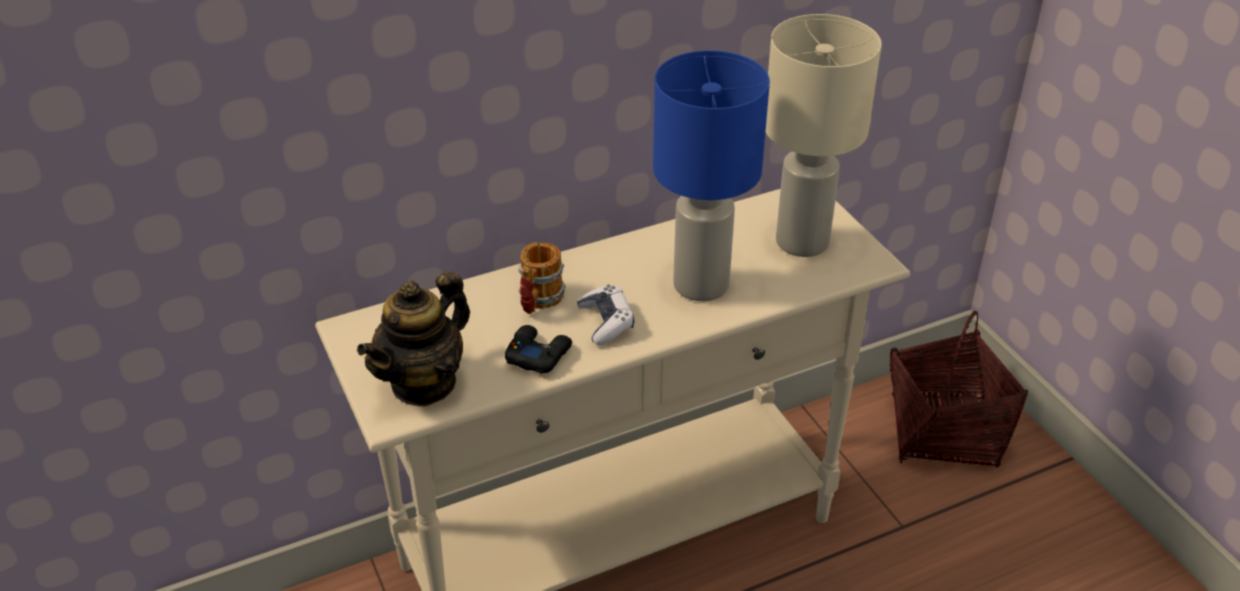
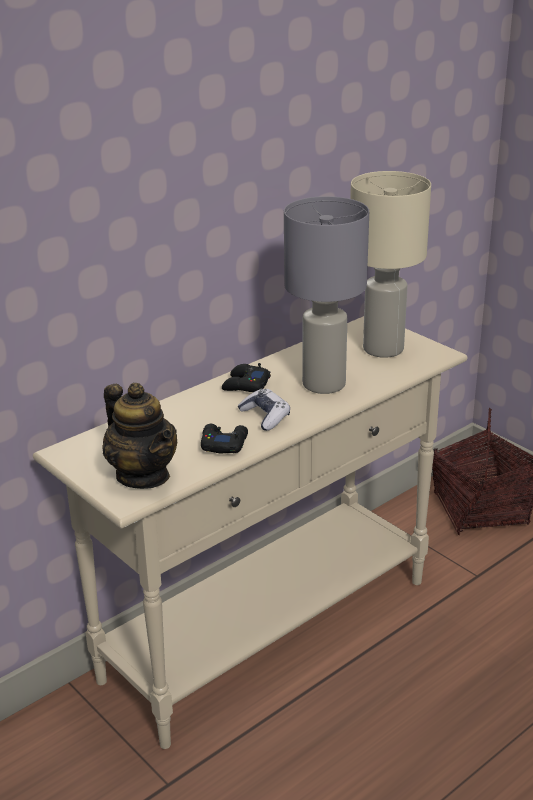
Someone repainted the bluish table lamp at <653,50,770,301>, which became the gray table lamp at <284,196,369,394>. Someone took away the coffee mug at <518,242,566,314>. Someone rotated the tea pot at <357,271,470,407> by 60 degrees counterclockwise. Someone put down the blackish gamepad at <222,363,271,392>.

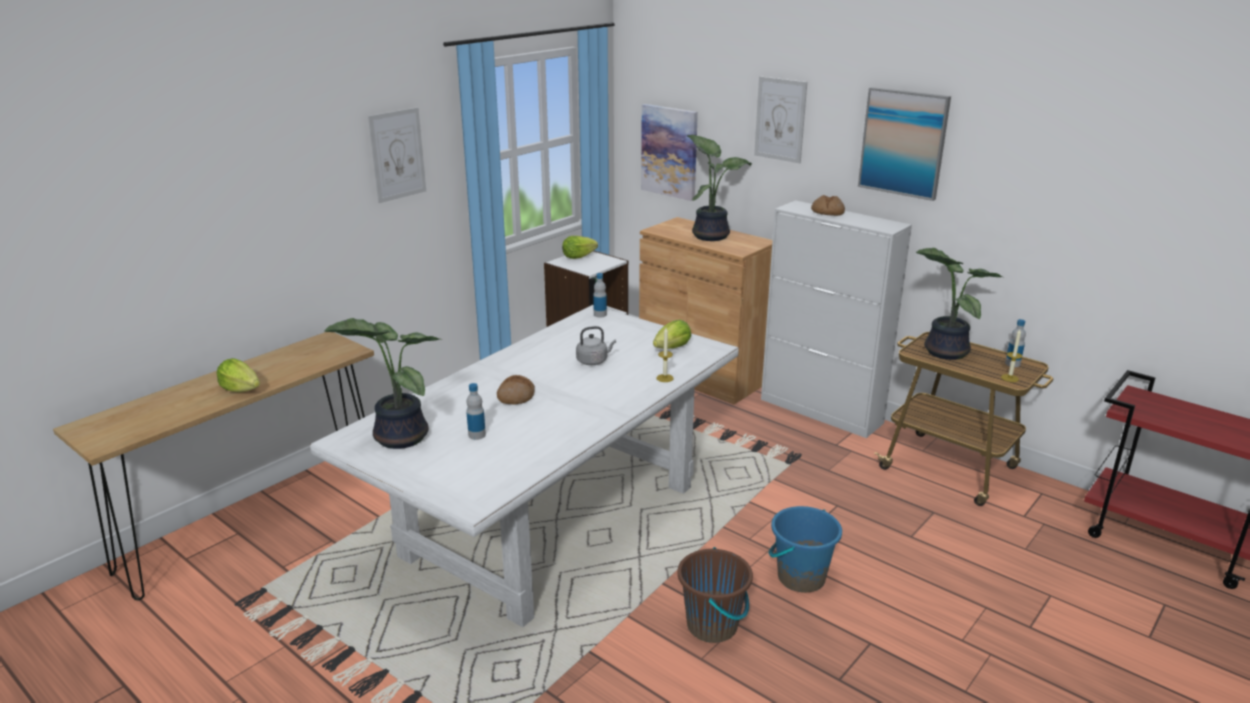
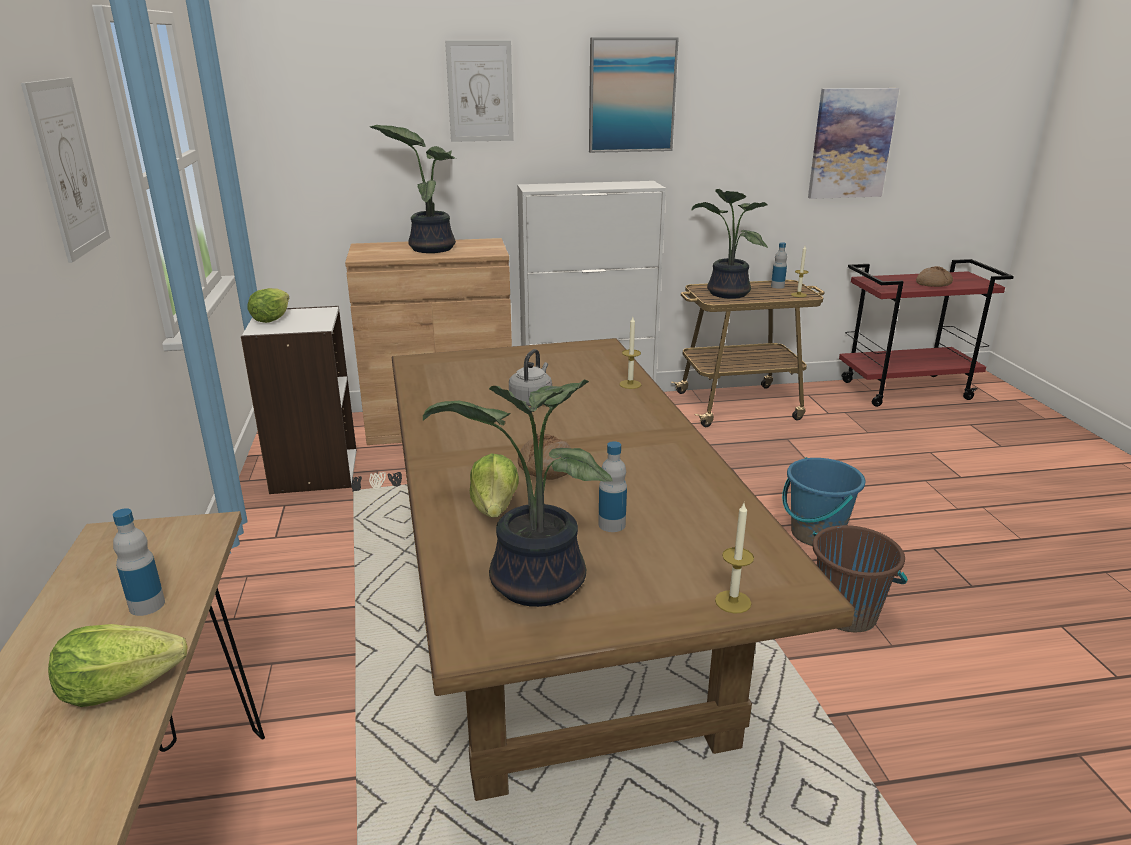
Someone carried the picture from <641,104,698,201> to <808,88,899,199>. Someone carried the bread from <811,195,845,216> to <916,266,953,287>. Someone carried the beverage bottle from <593,273,607,317> to <113,508,165,616>. Someone repainted the whitish dining table at <310,305,739,627>, which became the brown dining table at <392,338,855,801>. Someone carried the head of lettuce from <653,320,691,349> to <470,453,519,517>. Someone put down the wax candle at <715,503,754,613>.

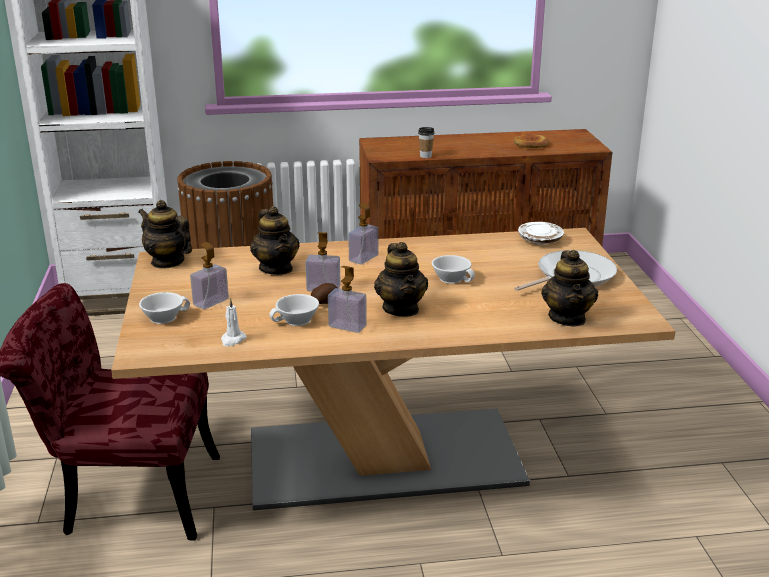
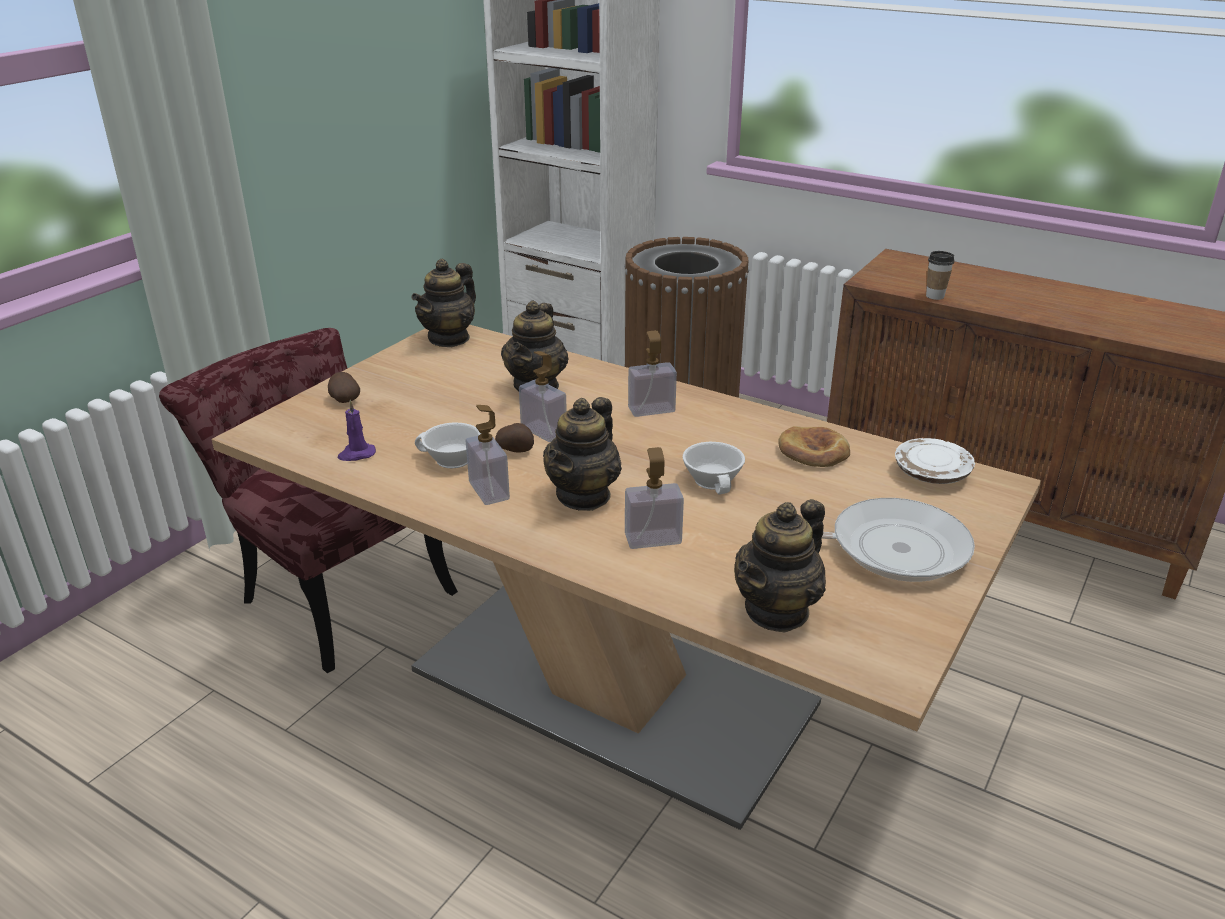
Someone carried the bread from <514,134,549,148> to <778,426,850,467>. Someone rotated the tea pot at <138,200,192,269> by 135 degrees counterclockwise. Someone carried the liquid soap bottle from <190,242,229,309> to <625,447,684,549>. Someone swapped the whitish small cup at <139,292,190,324> for the potato at <328,372,360,403>. Someone repainted the whitish wax candle at <221,298,247,346>, which became the purple-coloured wax candle at <338,400,376,461>.

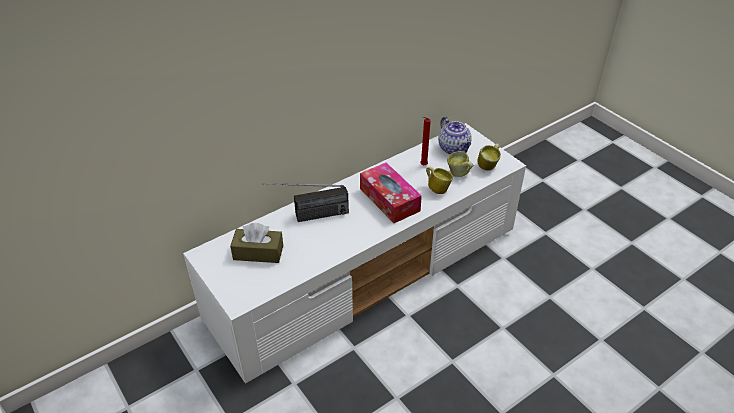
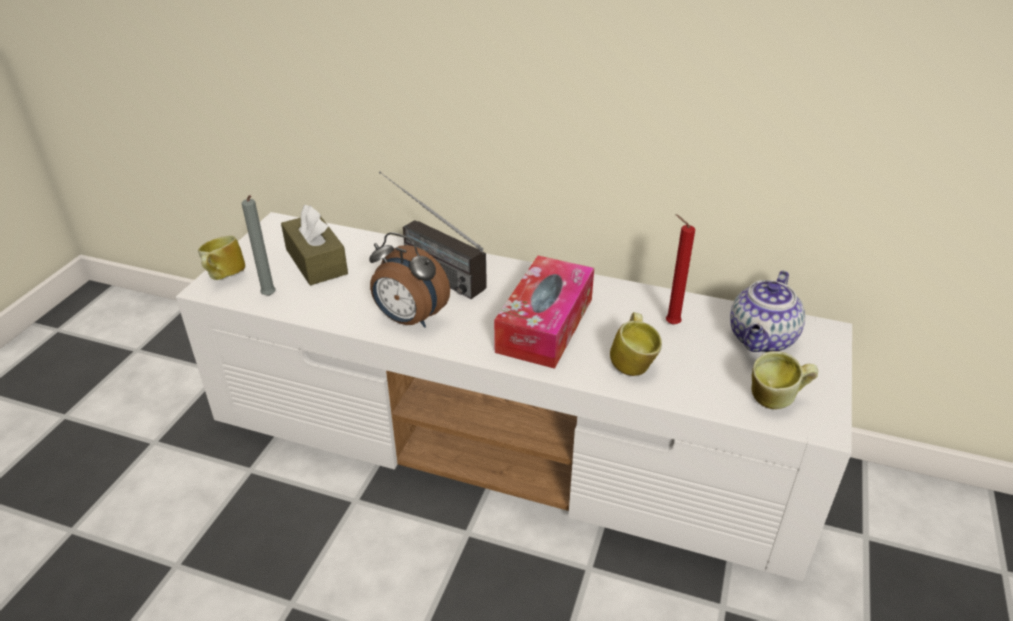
Someone carried the coffee mug from <447,151,473,177> to <198,235,245,280>. Someone put down the gray wax candle at <242,195,276,296>. Someone put down the bedside clock at <369,232,450,328>.

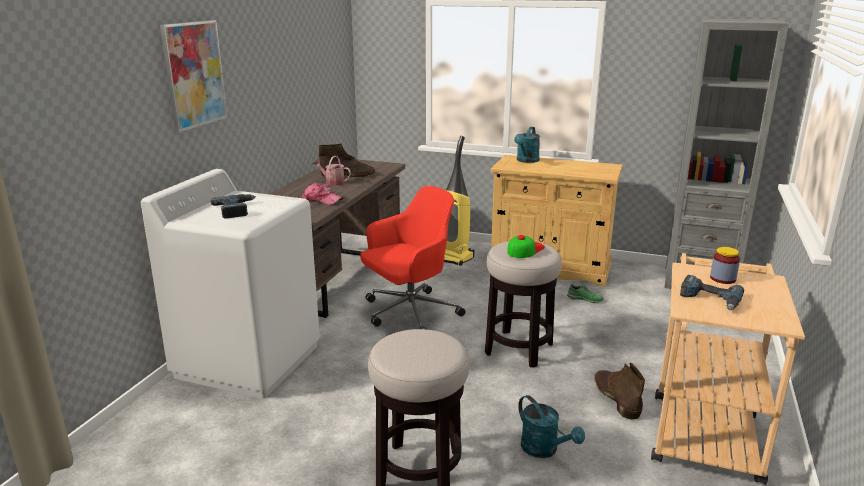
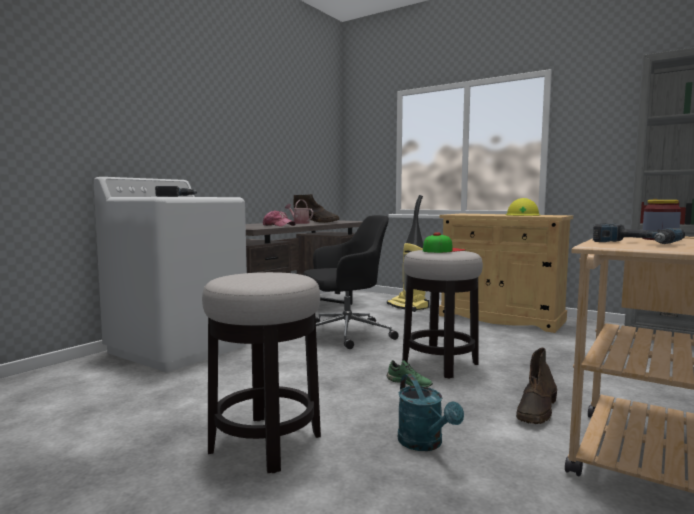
Someone took away the picture at <160,20,227,132>. Someone took away the blue-green watering can at <514,127,540,163>. Someone repainted the red-coloured desk chair at <360,186,465,330>, which became the blackish desk chair at <303,215,399,349>. Someone carried the greenish shoe from <567,284,604,303> to <387,360,433,387>. Someone rotated the brown boot at <594,363,645,420> by 150 degrees counterclockwise. Someone put down the yellow hard hat at <506,198,540,216>.

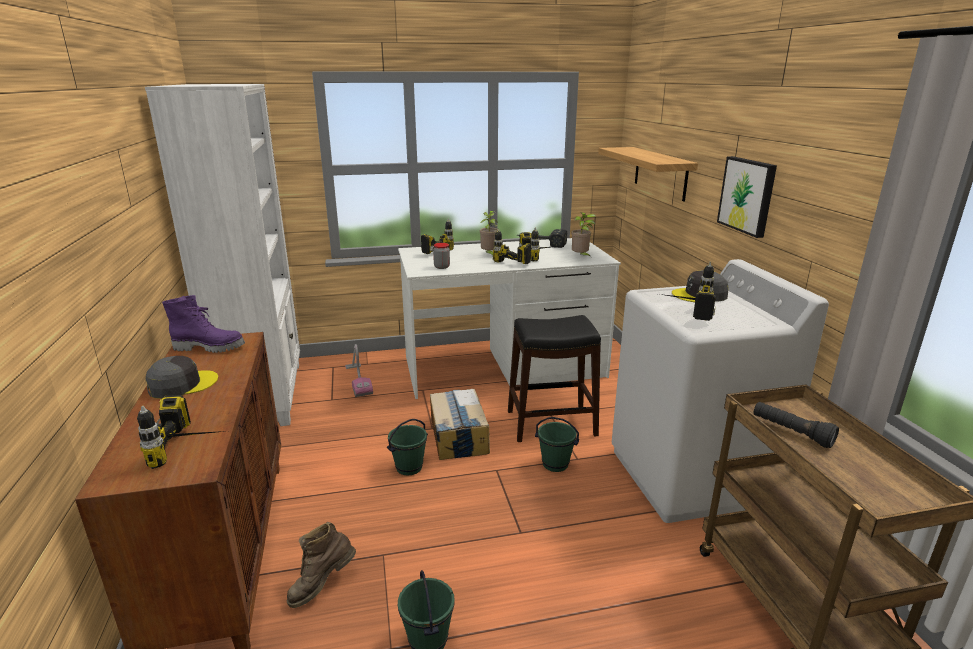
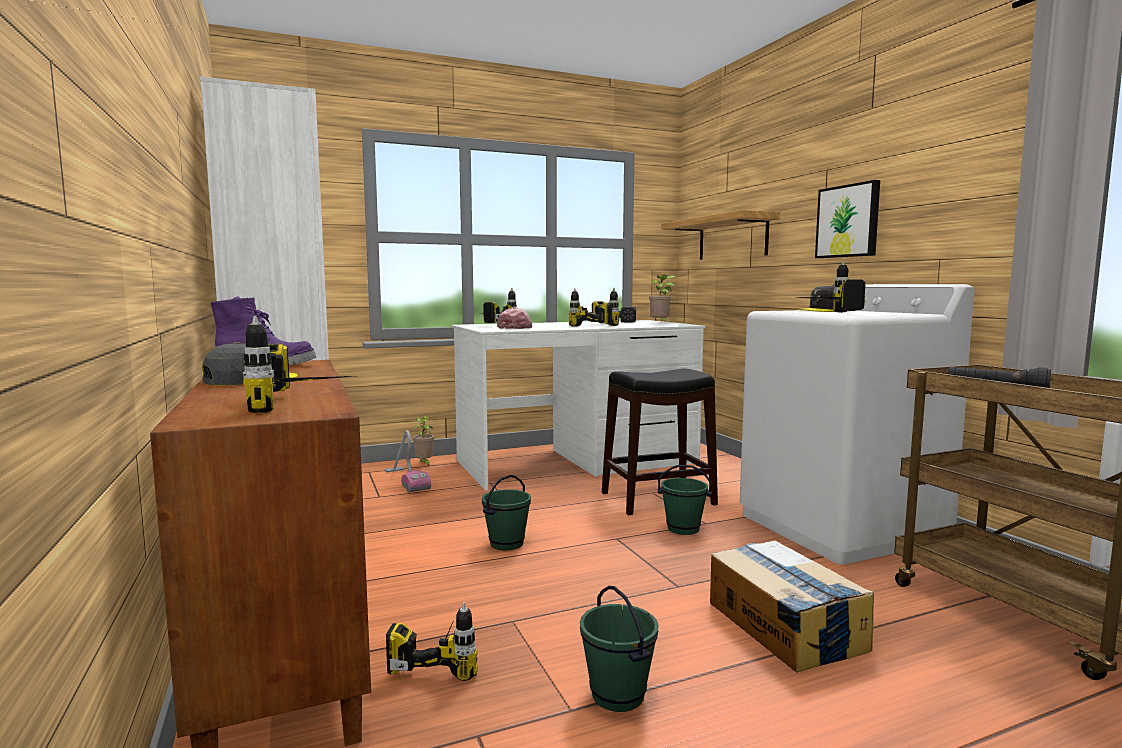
Someone carried the plant in a pot from <480,211,498,255> to <413,416,434,466>. Someone swapped the preserve jar at <433,243,450,269> for the pink-coloured cap at <497,307,532,329>. Someone carried the cardboard box from <430,389,490,460> to <710,540,874,672>. Someone swapped the brown boot at <286,522,356,608> for the electric drill at <386,603,478,681>.

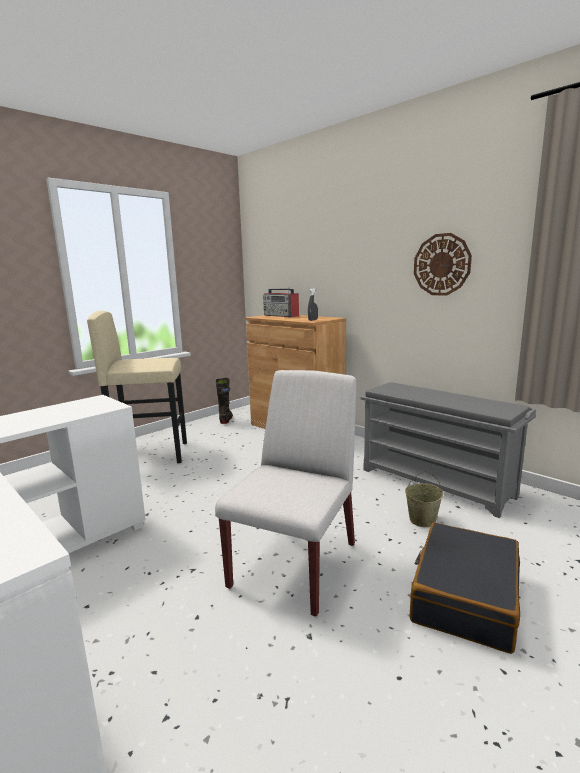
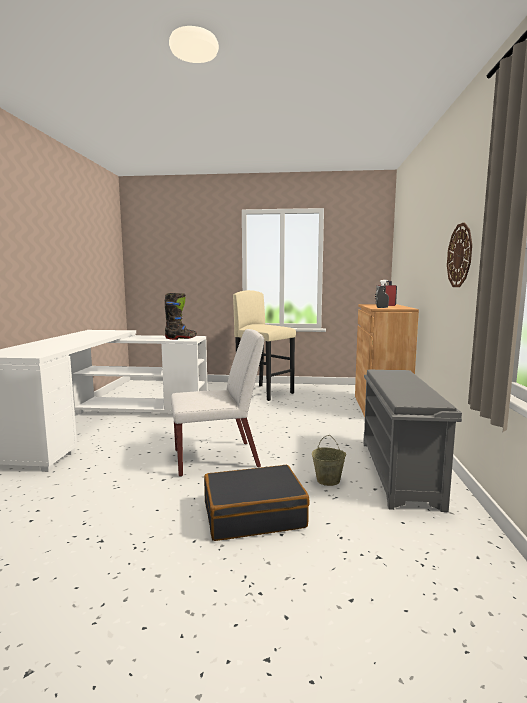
Someone carried the blackish boot from <216,378,233,424> to <165,293,197,340>.

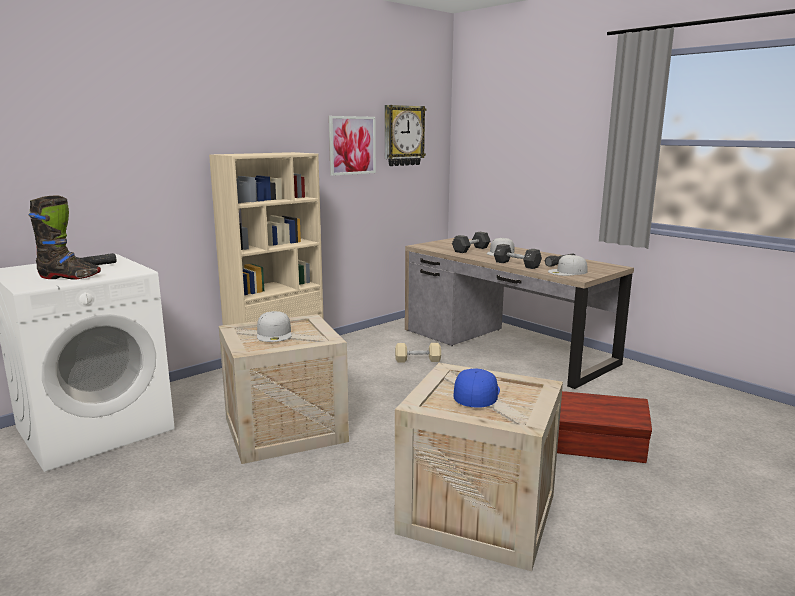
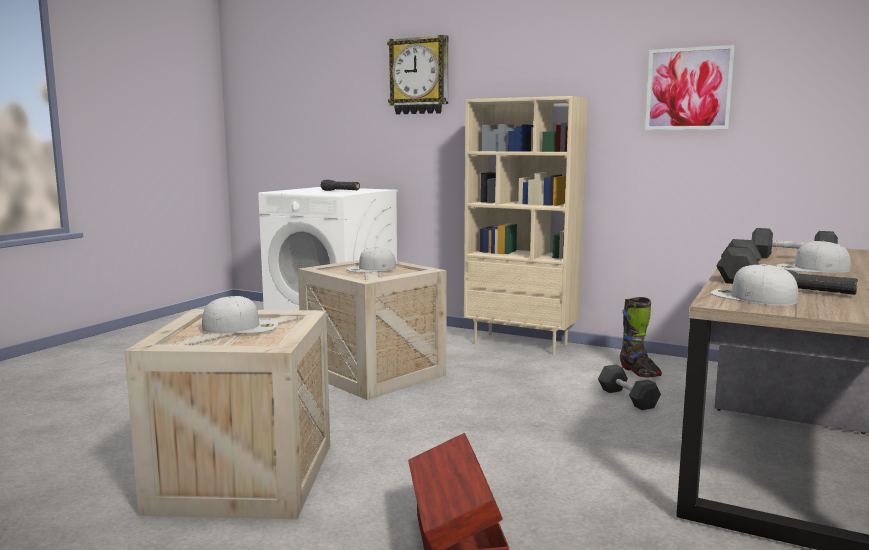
Someone carried the wall clock from <385,105,427,166> to <387,35,448,114>. Someone carried the blackish boot from <29,195,101,280> to <620,297,662,377>. Someone repainted the beige dumbbell at <395,343,441,363>, which became the blackish dumbbell at <598,365,661,410>. Someone repainted the bluish cap at <454,368,500,408>, which became the whitish cap at <202,296,278,334>.

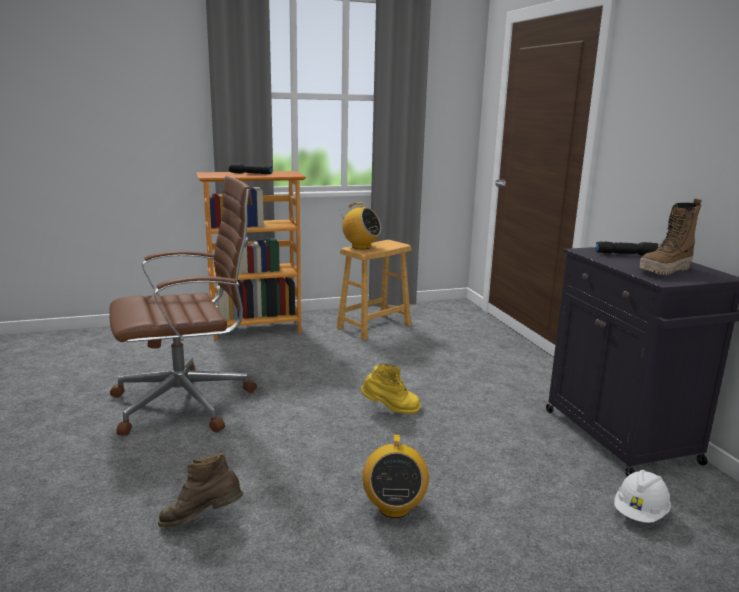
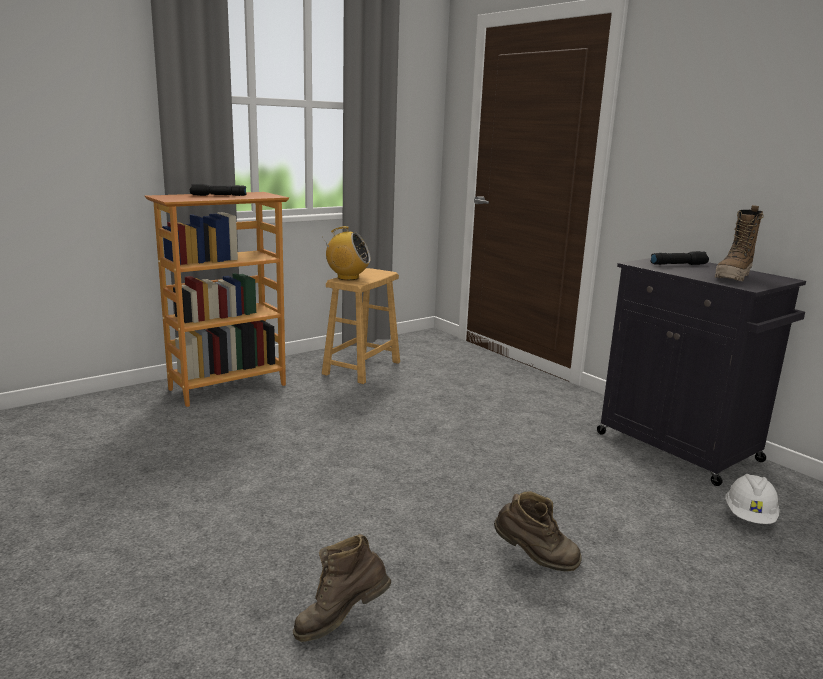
Someone took away the brown desk chair at <109,176,257,436>. Someone took away the yellow boot at <361,363,421,414>. Someone swapped the radio receiver at <362,435,429,518> for the brown boot at <494,491,582,571>.

